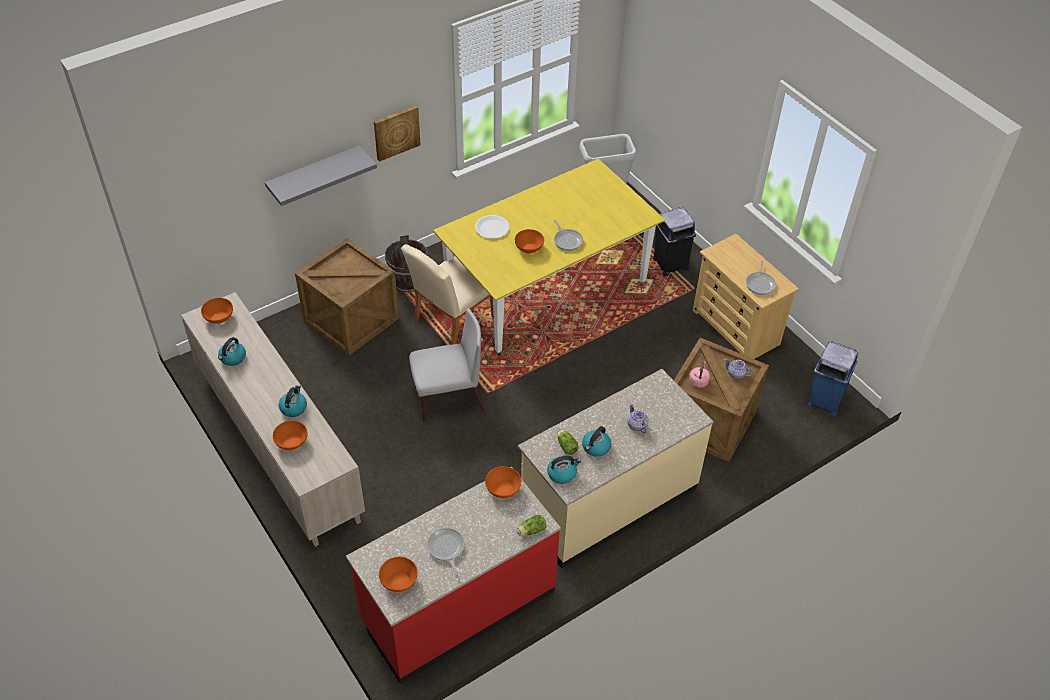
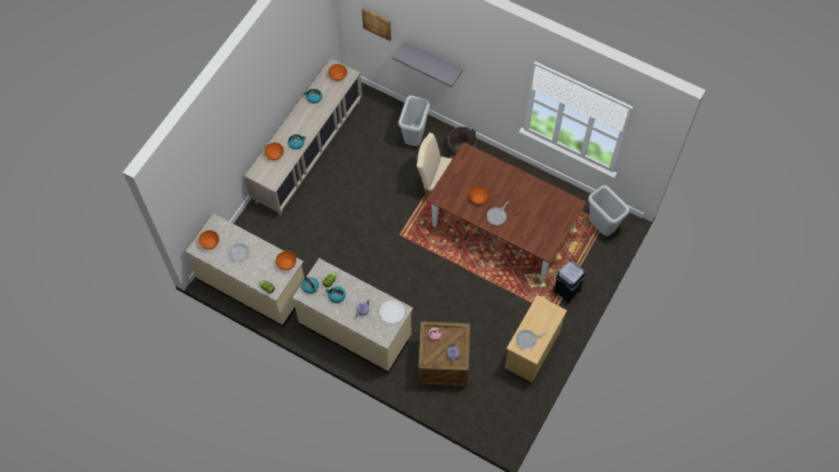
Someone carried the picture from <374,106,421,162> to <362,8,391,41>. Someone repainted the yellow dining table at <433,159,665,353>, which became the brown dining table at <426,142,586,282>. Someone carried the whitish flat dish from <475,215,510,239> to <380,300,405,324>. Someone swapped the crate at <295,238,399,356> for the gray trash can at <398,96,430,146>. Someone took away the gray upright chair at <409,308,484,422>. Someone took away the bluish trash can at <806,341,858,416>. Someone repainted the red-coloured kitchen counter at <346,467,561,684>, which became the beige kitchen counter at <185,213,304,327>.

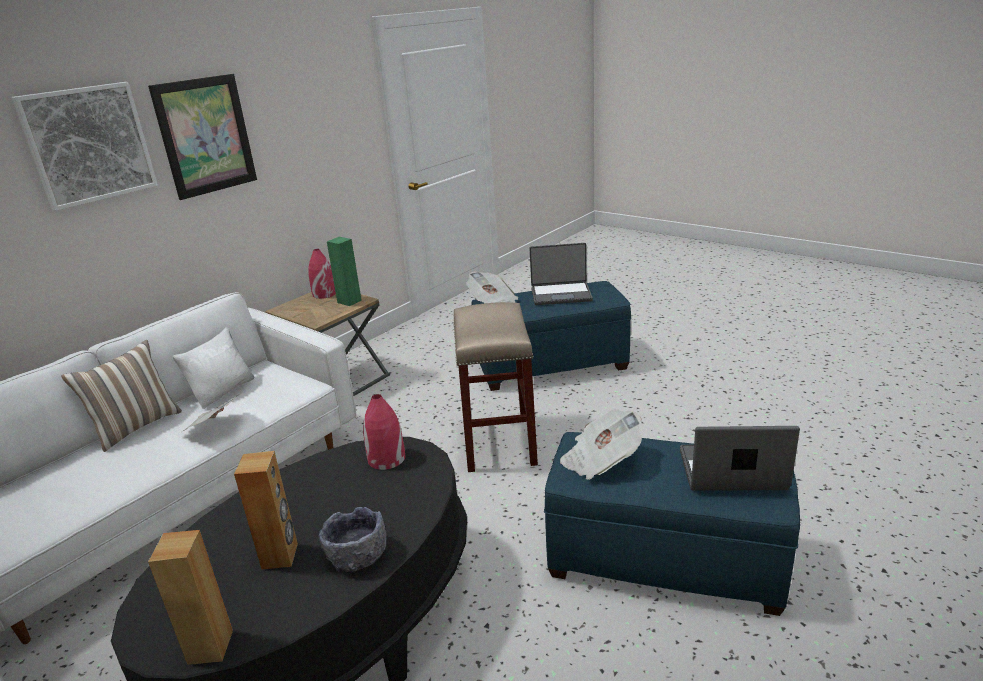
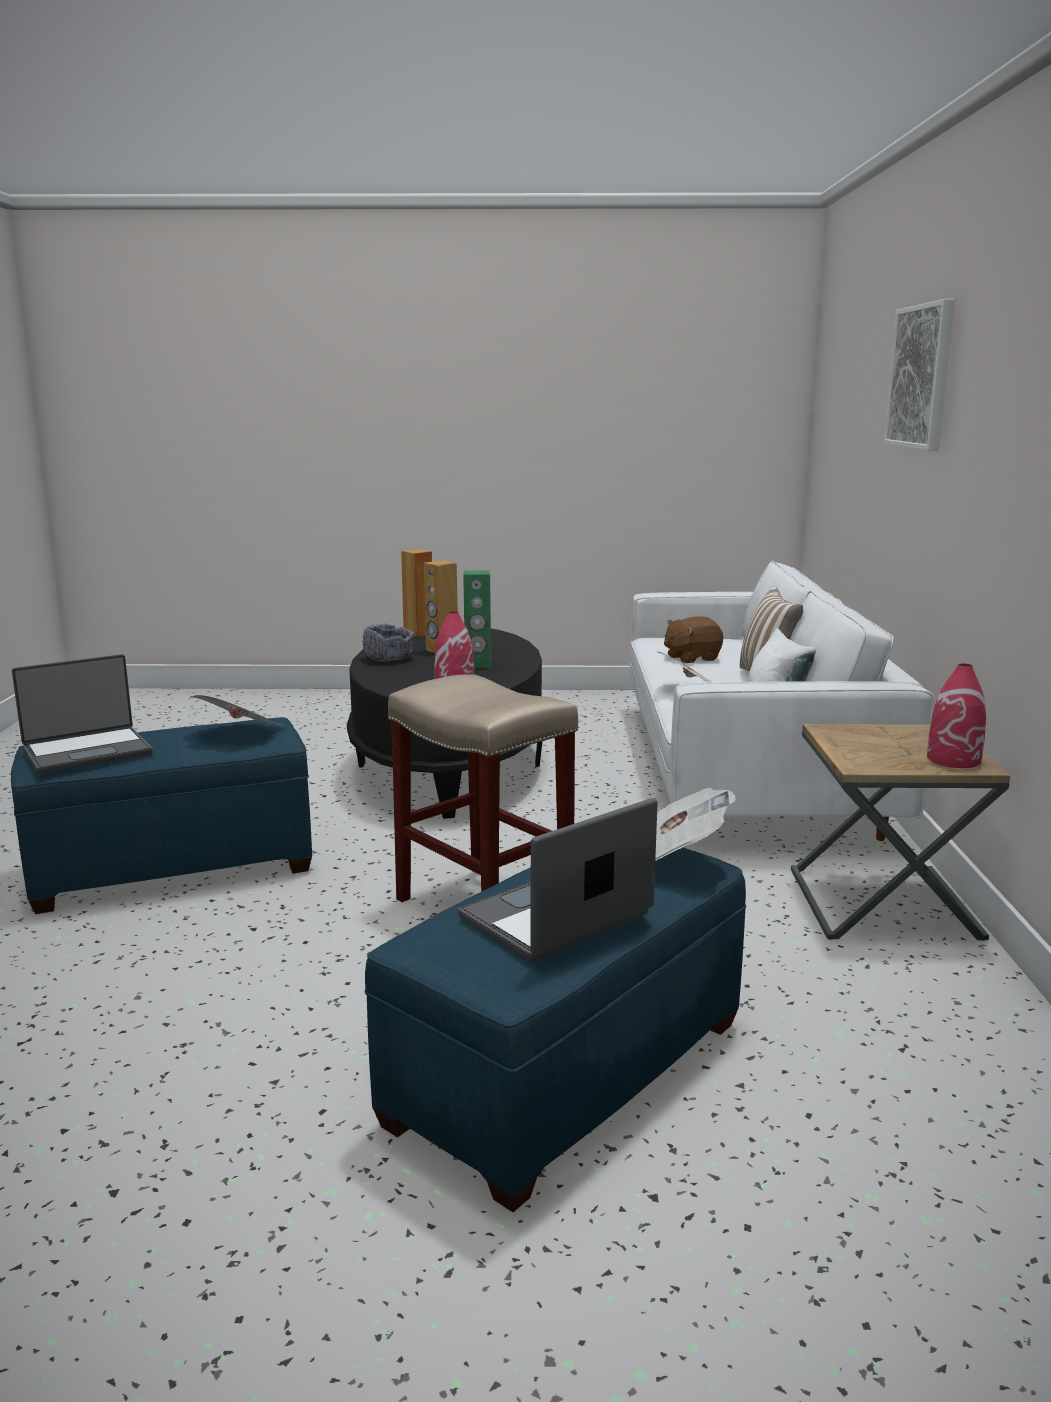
Someone took away the picture at <148,74,257,200>. Someone carried the greenish audio speaker from <327,237,362,306> to <463,571,491,668>. Someone put down the brown plush toy at <664,616,723,663>.

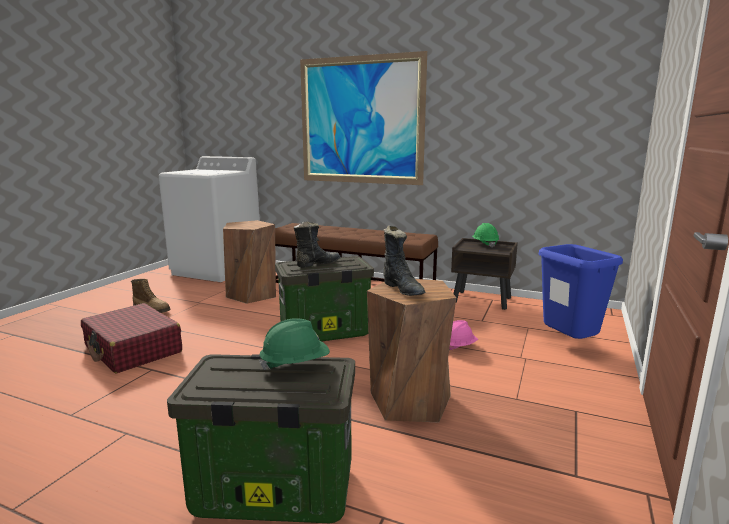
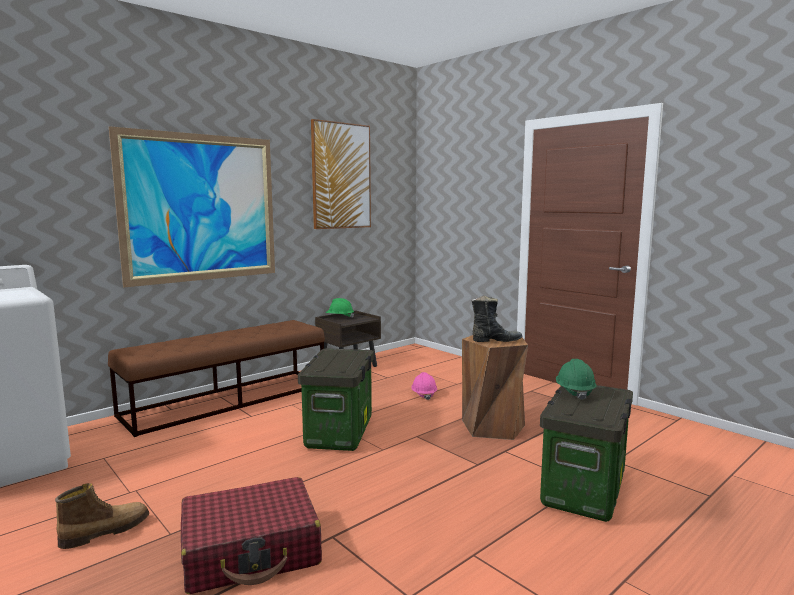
Someone took away the brown sitting stool at <223,220,276,304>. Someone took away the blackish boot at <294,221,341,268>. Someone took away the bluish trash can at <539,244,623,339>. Someone put up the picture at <311,119,371,229>.

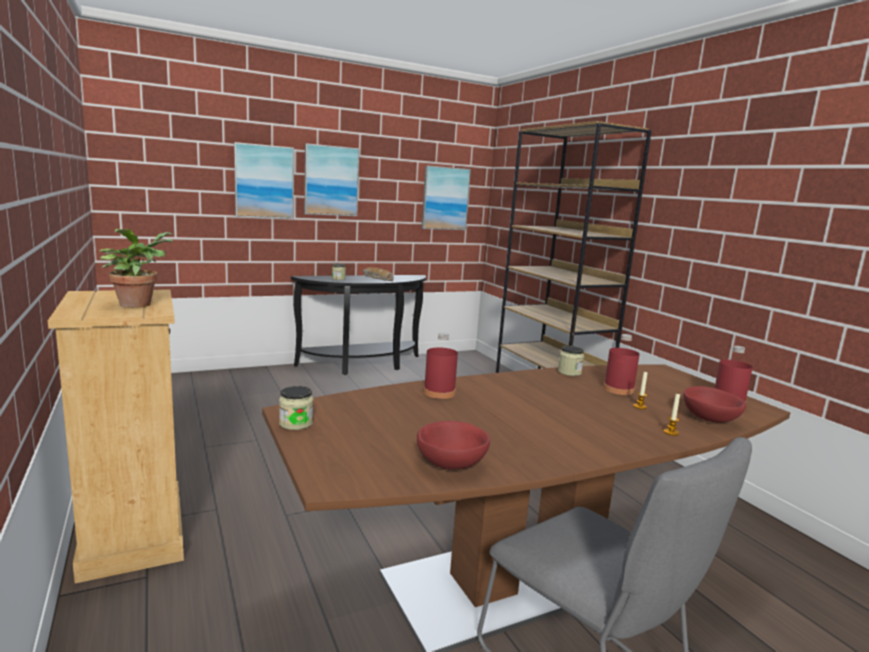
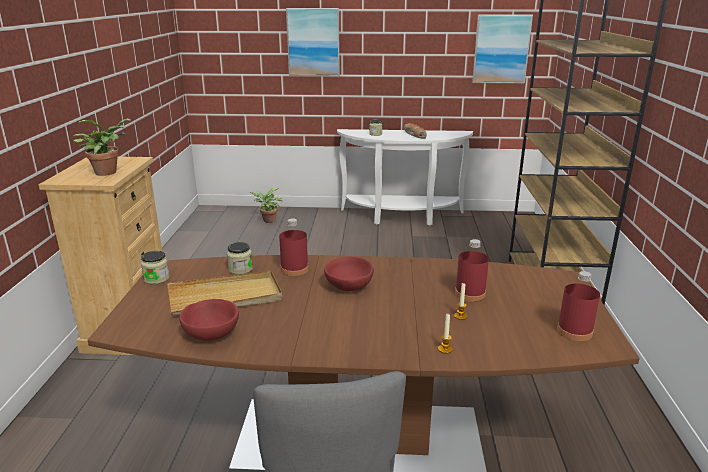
Someone took away the picture at <304,143,360,216>. Someone repainted the blackish narrow table at <291,275,426,375>, which became the whitish narrow table at <337,129,473,225>. Someone carried the preserve jar from <558,346,584,376> to <227,242,253,275>. Someone carried the red-coloured bowl from <683,386,746,423> to <324,256,374,291>. Someone put down the plant in a pot at <249,188,283,223>. Someone put down the beige carrying tray at <167,270,282,316>.

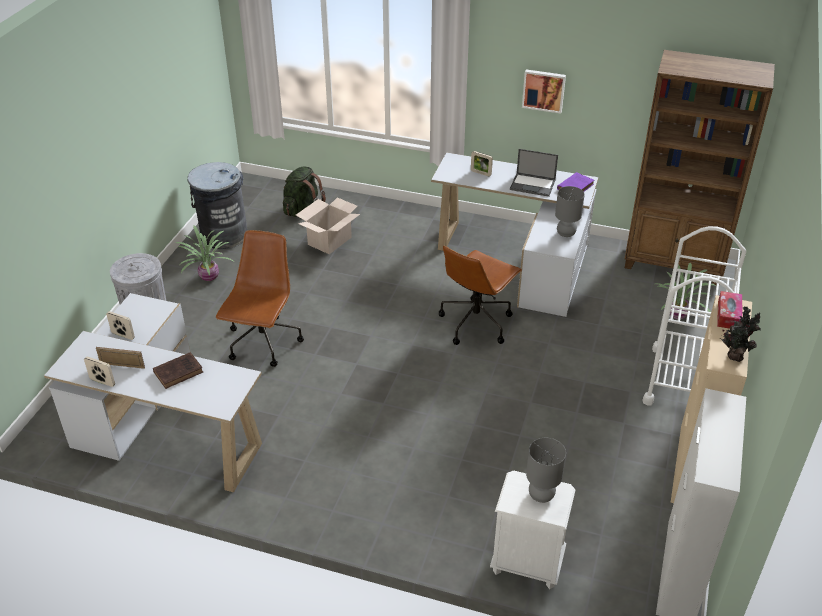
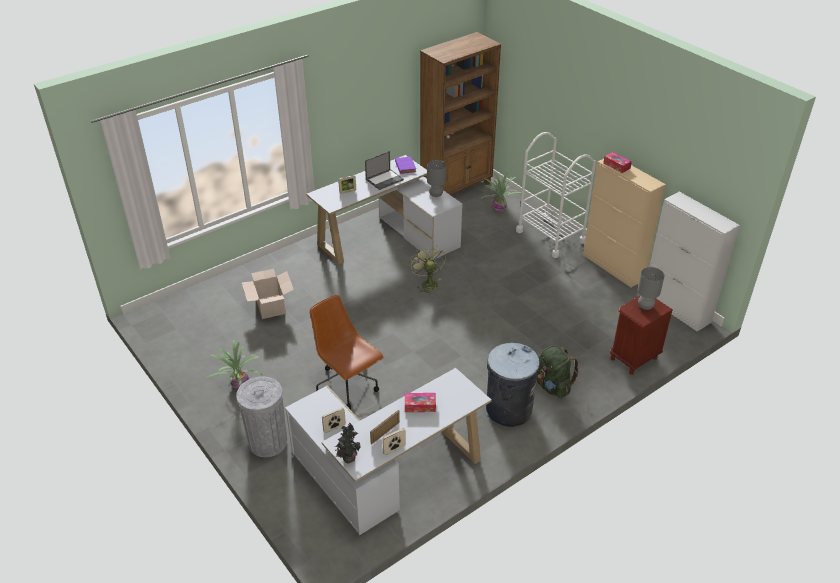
Someone took away the picture at <522,69,566,114>. Someone carried the gray trash can from <187,162,248,249> to <486,343,539,427>. Someone carried the greenish rucksack from <283,166,326,217> to <536,346,579,398>. Someone swapped the brown desk chair at <439,246,522,345> for the greenish electric fan at <410,246,446,294>. Someone carried the plant in a pot from <720,307,761,362> to <335,423,361,463>. Someone swapped the brown book at <153,352,203,389> for the tissue holder at <405,393,436,412>. Someone repainted the whitish night table at <490,471,576,589>, which became the brown night table at <610,295,673,375>.

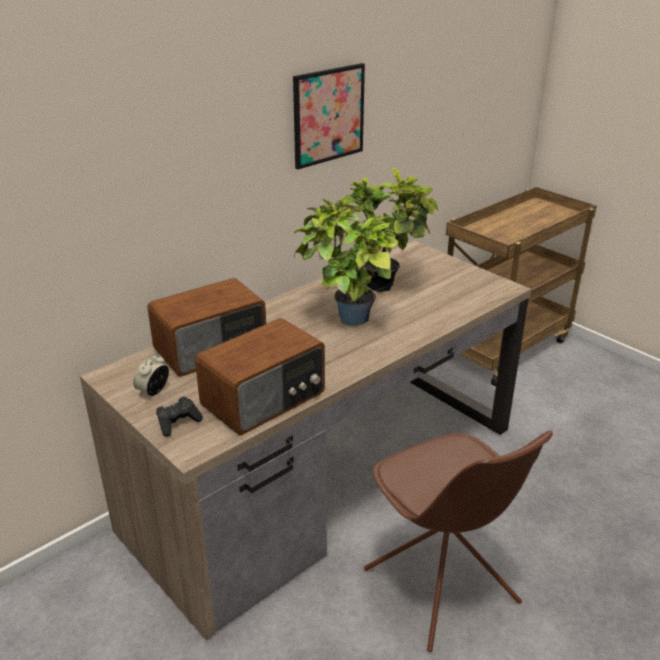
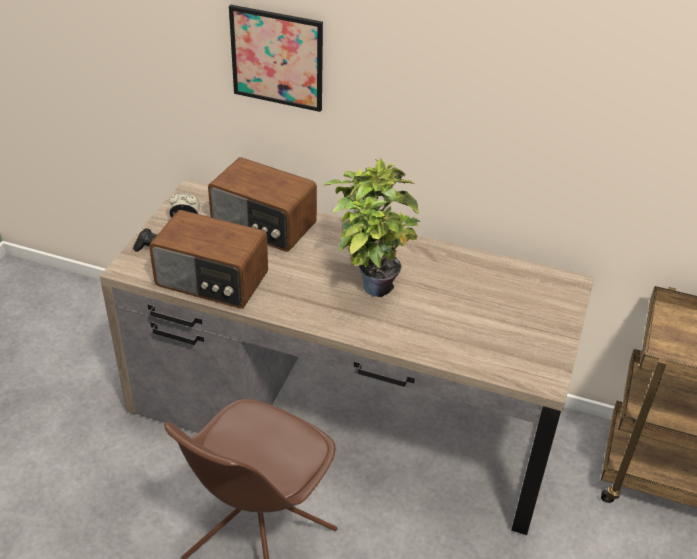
Someone carried the picture from <293,63,365,169> to <229,5,323,112>. Someone took away the plant in a pot at <339,168,438,292>.

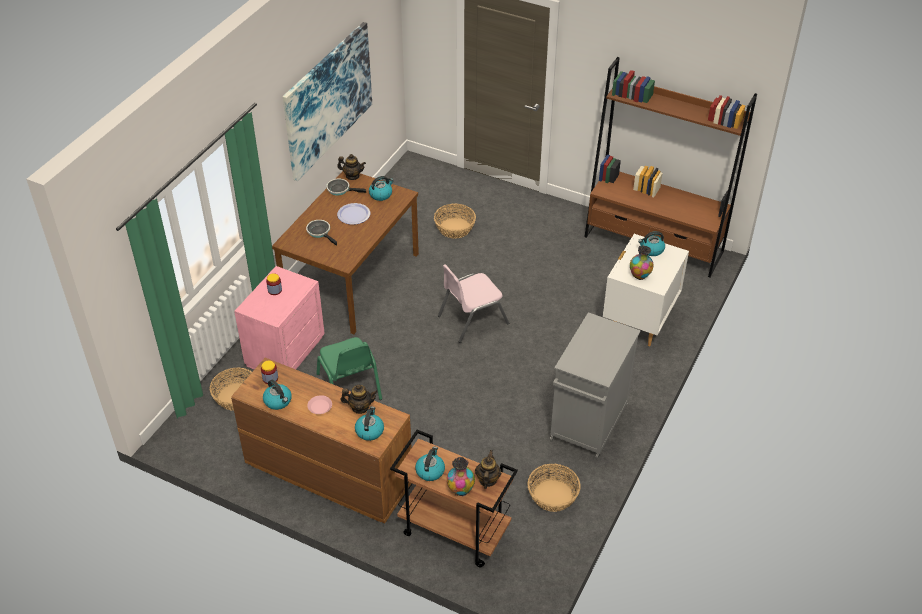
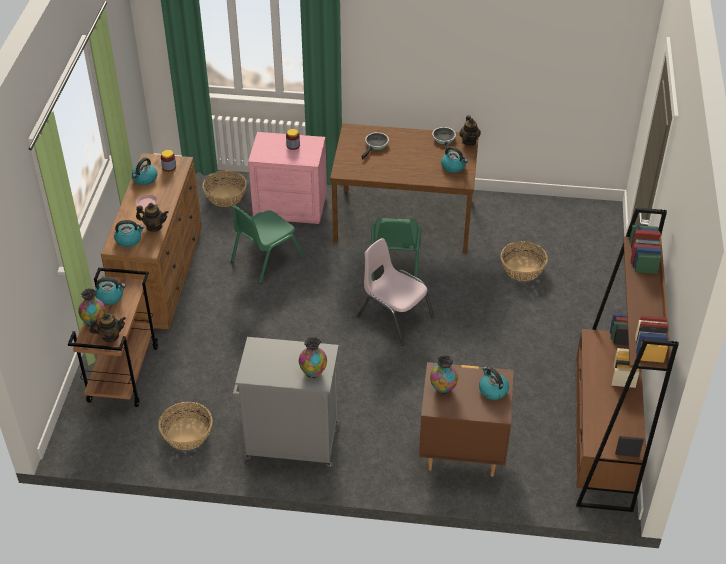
Someone took away the picture at <283,22,372,181>. Someone took away the flat dish at <337,203,370,225>. Someone repainted the whitish night table at <603,234,689,346>, which became the brown night table at <419,362,514,477>. Someone rotated the tea pot at <340,384,378,414> by 60 degrees counterclockwise. Someone put down the greenish upright chair at <371,218,421,281>. Someone put down the decorative vase at <299,337,327,378>.

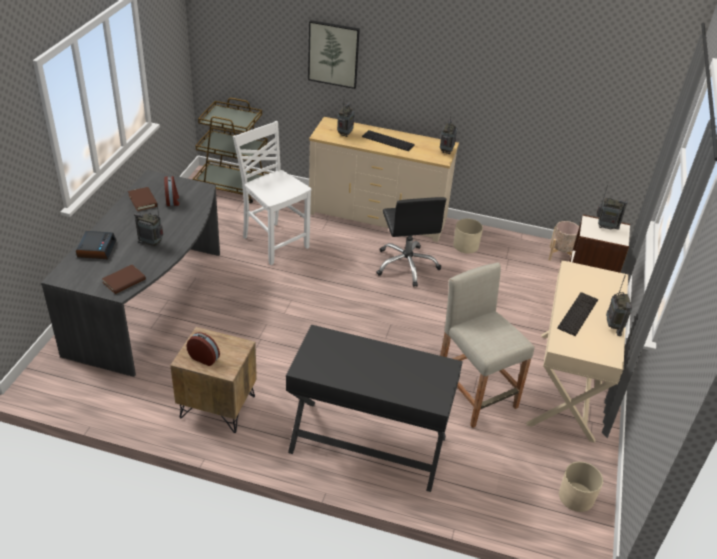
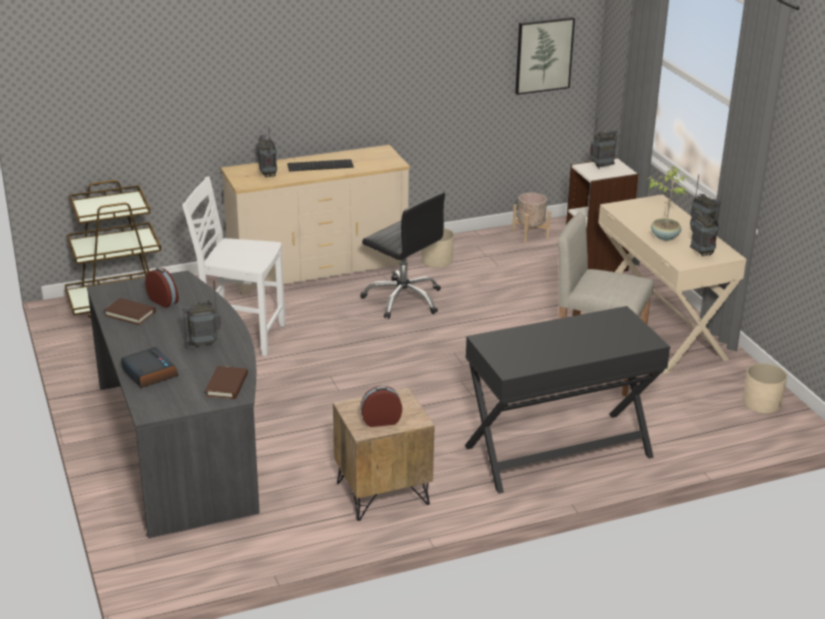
Someone carried the picture from <308,20,360,89> to <515,17,575,95>. Someone carried the radio receiver from <440,117,457,154> to <690,203,719,256>. Someone swapped the computer keyboard at <557,292,598,336> for the plant in a pot at <648,166,689,241>.

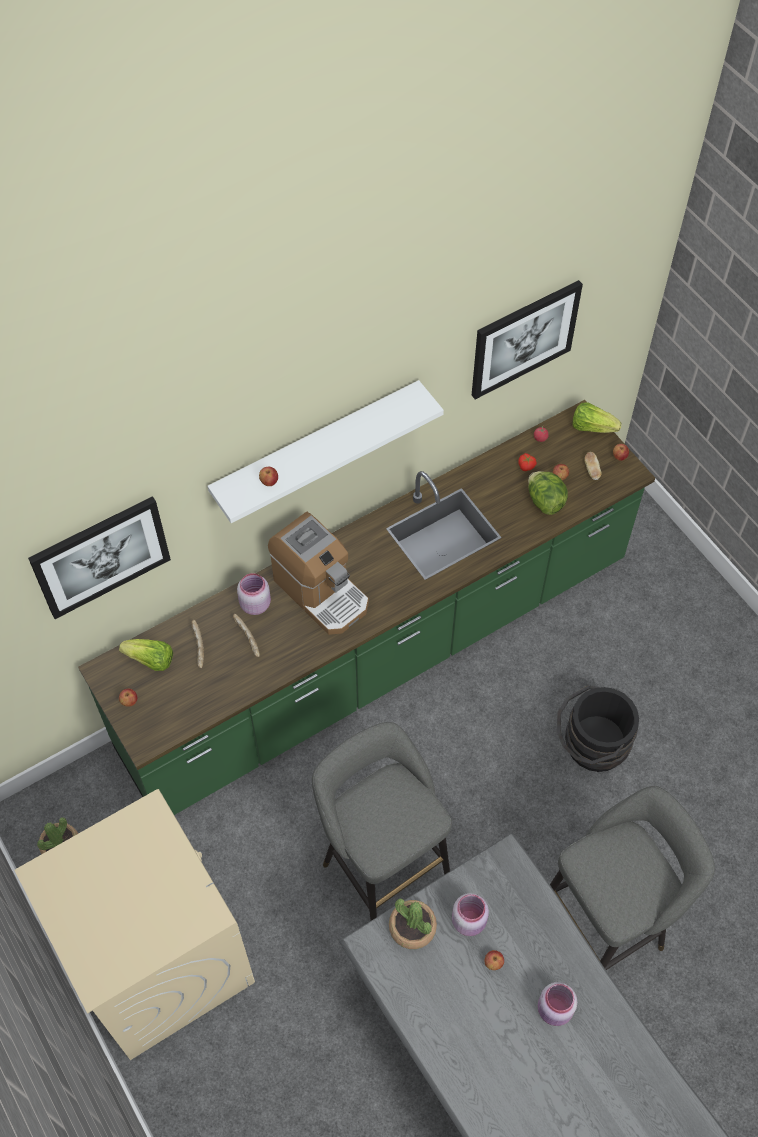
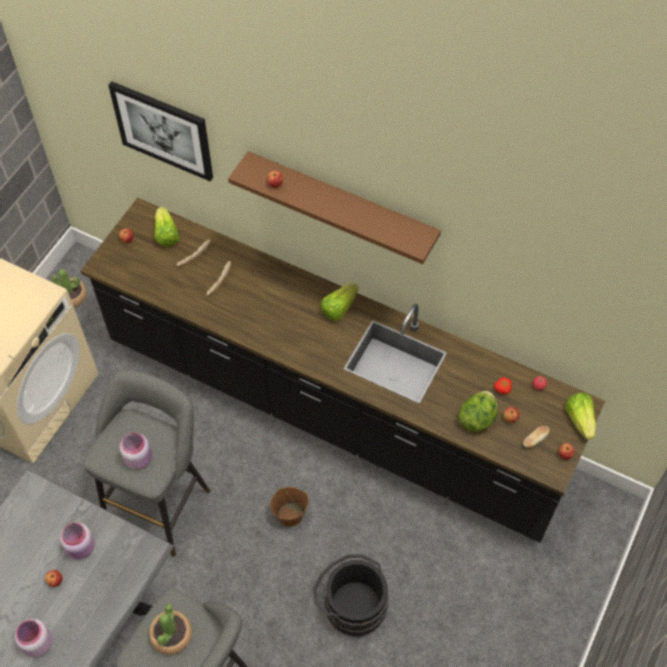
Someone took away the picture at <472,280,583,399>. Someone repainted the whitish shelf at <208,380,444,523>, which became the brown shelf at <228,151,441,264>. Someone repainted the greenish kitchen counter at <78,400,655,815>, which became the blackish kitchen counter at <81,198,605,543>. Someone took away the coffee machine at <268,512,369,635>. Someone carried the pink-coloured preserve jar from <237,573,271,615> to <120,433,152,469>. Someone carried the plant in a pot from <389,899,437,949> to <149,604,192,655>. Someone put down the head of lettuce at <320,283,359,321>. Someone put down the brown pail at <270,487,309,527>.

